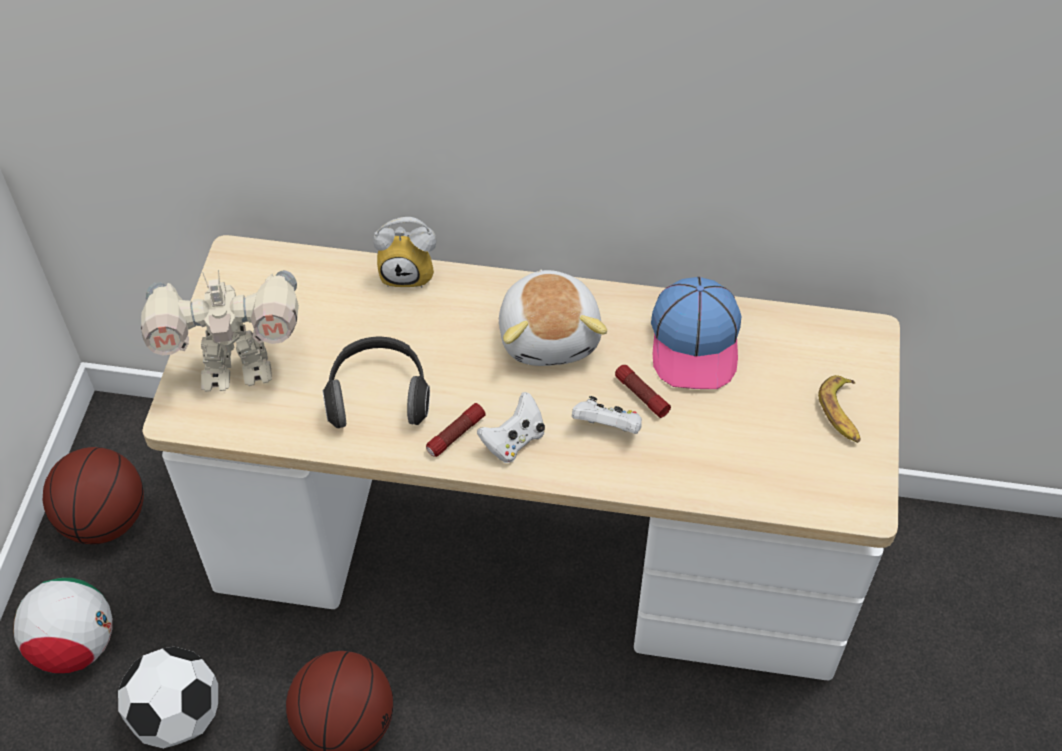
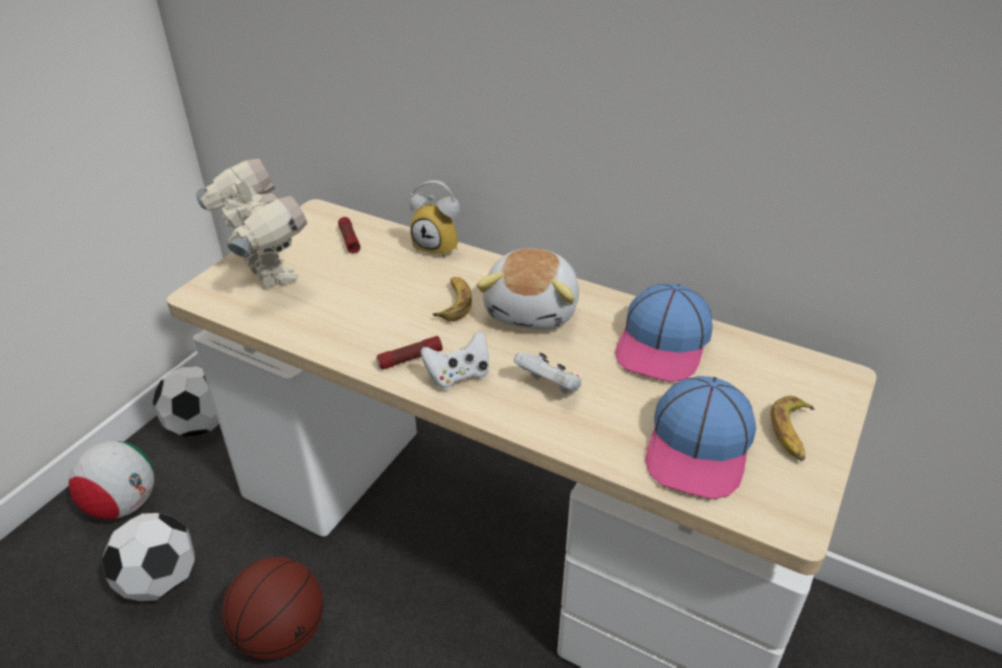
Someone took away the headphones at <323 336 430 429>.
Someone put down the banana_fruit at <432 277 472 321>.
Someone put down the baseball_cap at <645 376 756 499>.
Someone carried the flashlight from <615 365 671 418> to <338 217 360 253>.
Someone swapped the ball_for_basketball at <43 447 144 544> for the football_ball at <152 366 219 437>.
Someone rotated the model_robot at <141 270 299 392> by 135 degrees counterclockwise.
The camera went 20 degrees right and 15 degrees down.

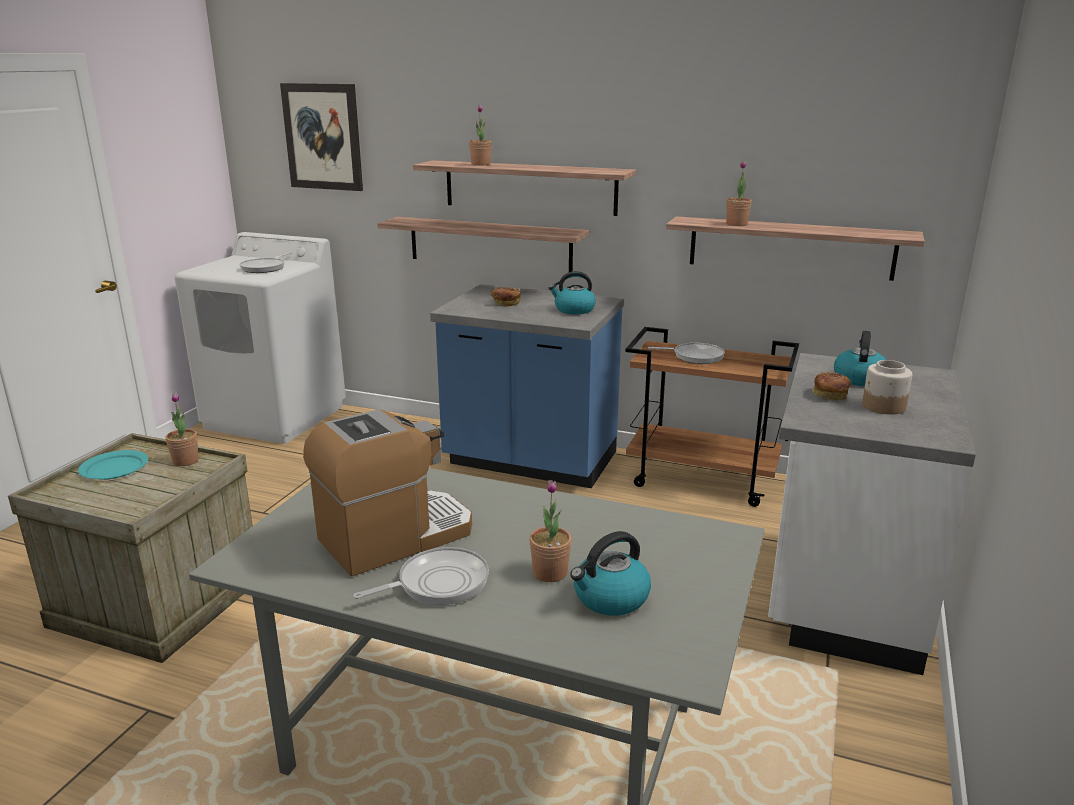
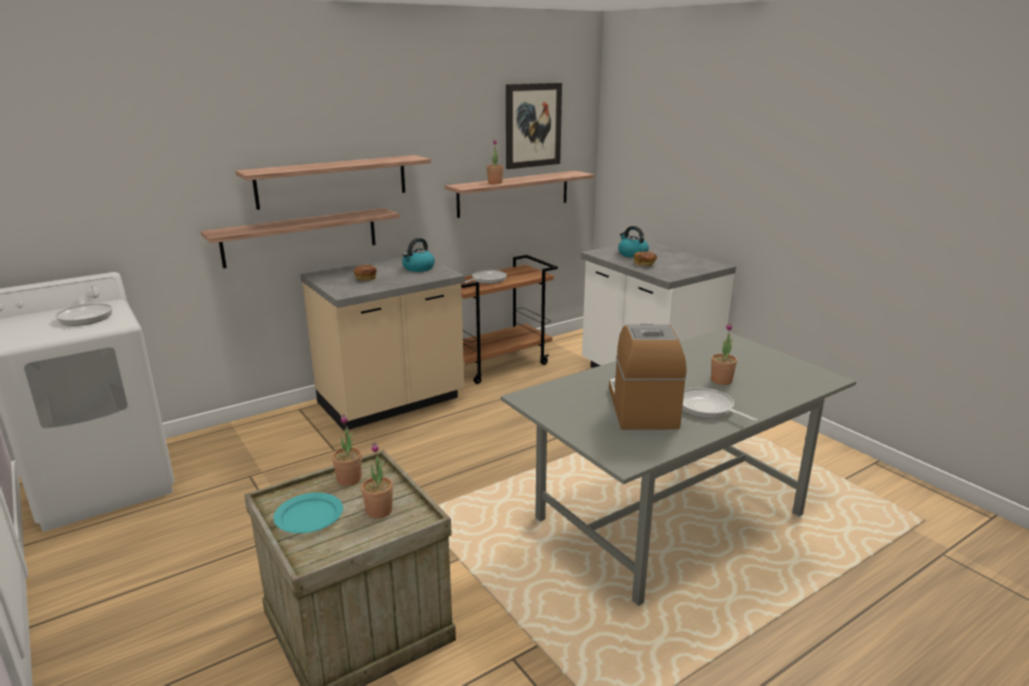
Someone took away the kettle at <570 531 651 616>.
Someone took away the jar at <862 360 912 414>.
Someone carried the wall_picture from <280 83 363 191> to <506 83 562 169>.
Someone carried the plant_in_a_pot from <469 105 491 165> to <361 443 393 519>.
Someone repainted the bluish_kitchen_base_unit at <430 284 624 488>, which became the sand-coloured_kitchen_base_unit at <300 257 465 431>.
Someone rotated the frying_pan at <353 547 489 605> by 45 degrees counterclockwise.
The camera went 55 degrees left and 0 degrees up.

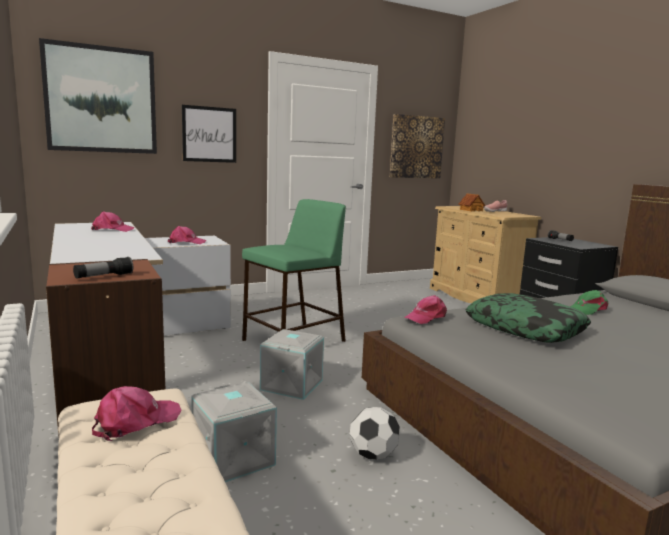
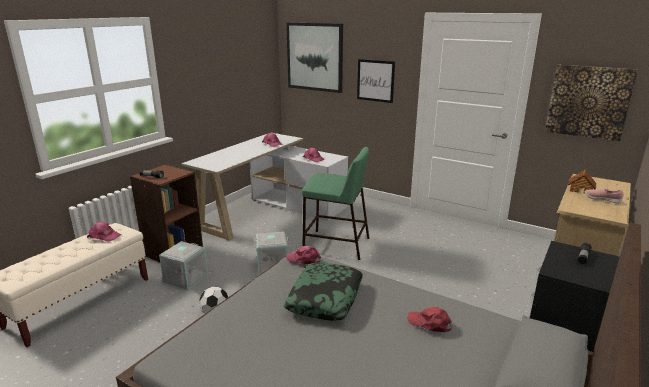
Someone repainted the green-coloured_baseball_cap at <571 290 608 315>, which became the red-coloured_baseball_cap at <407 307 452 332>.
The camera went 60 degrees right and 10 degrees up.

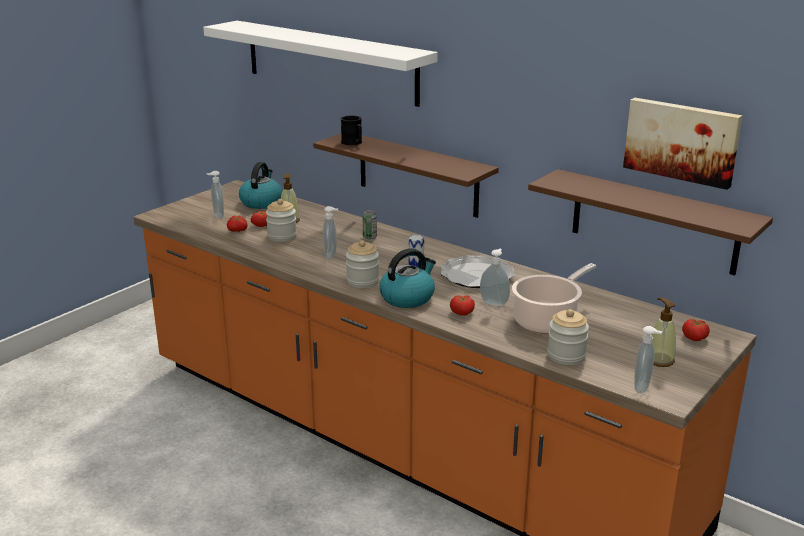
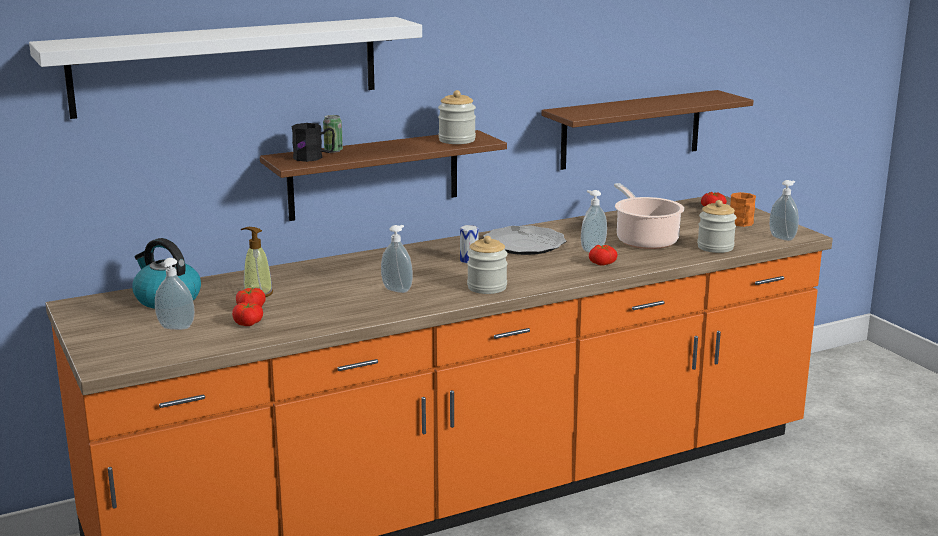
Someone took away the kettle at <379 248 436 308>.
Someone took away the wall_picture at <623 98 742 190>.
Someone carried the jar from <266 199 297 242> to <438 90 476 144>.
Someone carried the sealed_can from <363 210 377 239> to <323 115 343 153>.
Someone swapped the soap_dispenser at <652 298 676 367> for the orange-coloured_tea_mug at <730 192 756 227>.
The camera went 65 degrees left and 5 degrees down.

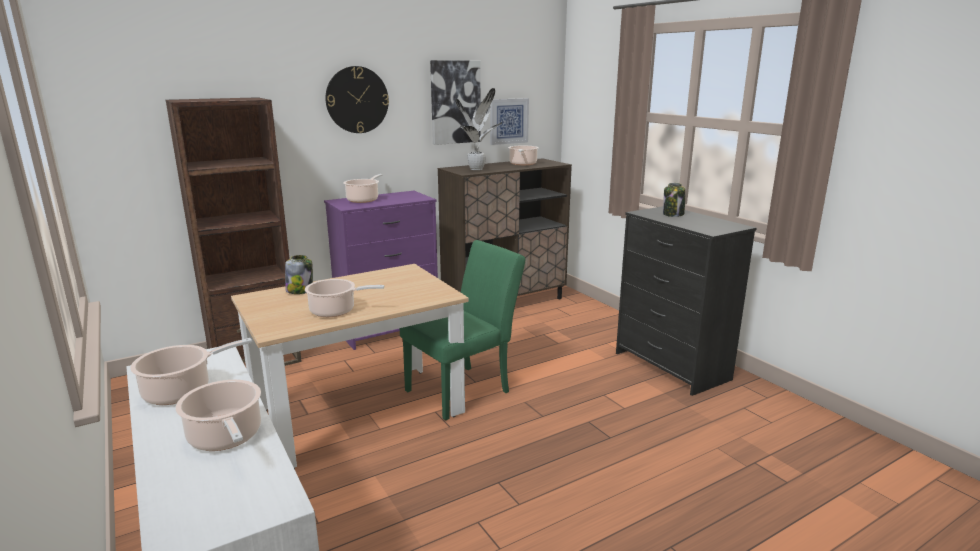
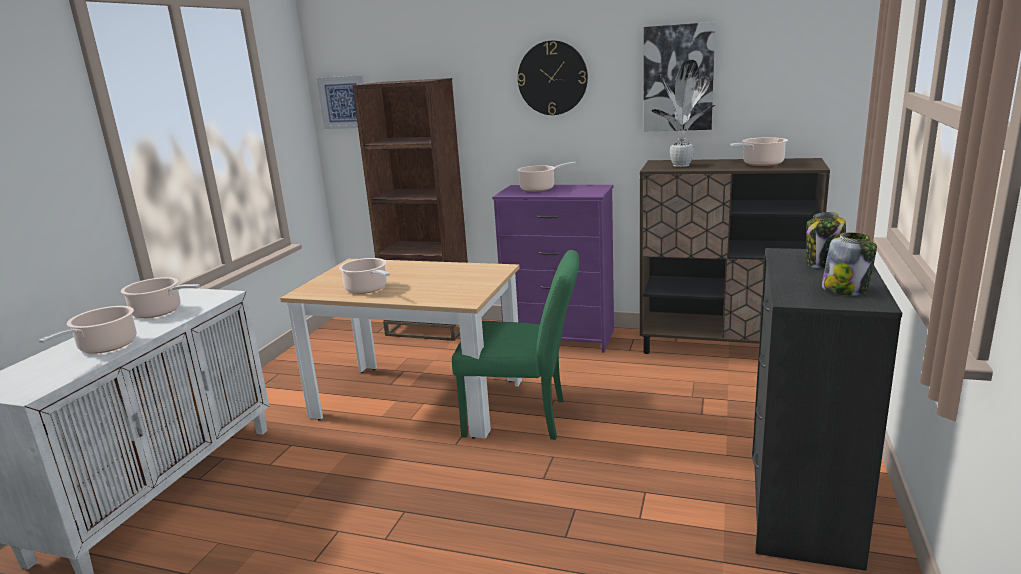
Someone carried the jar from <285 255 313 294> to <822 232 877 296>.
Someone carried the wall_picture from <490 98 529 145> to <317 75 364 129>.
The camera went 50 degrees right and 0 degrees up.

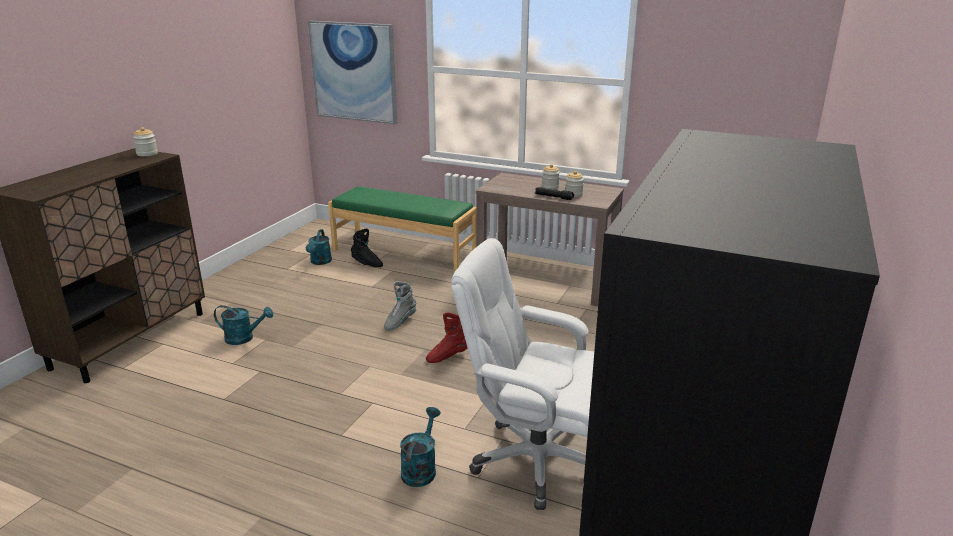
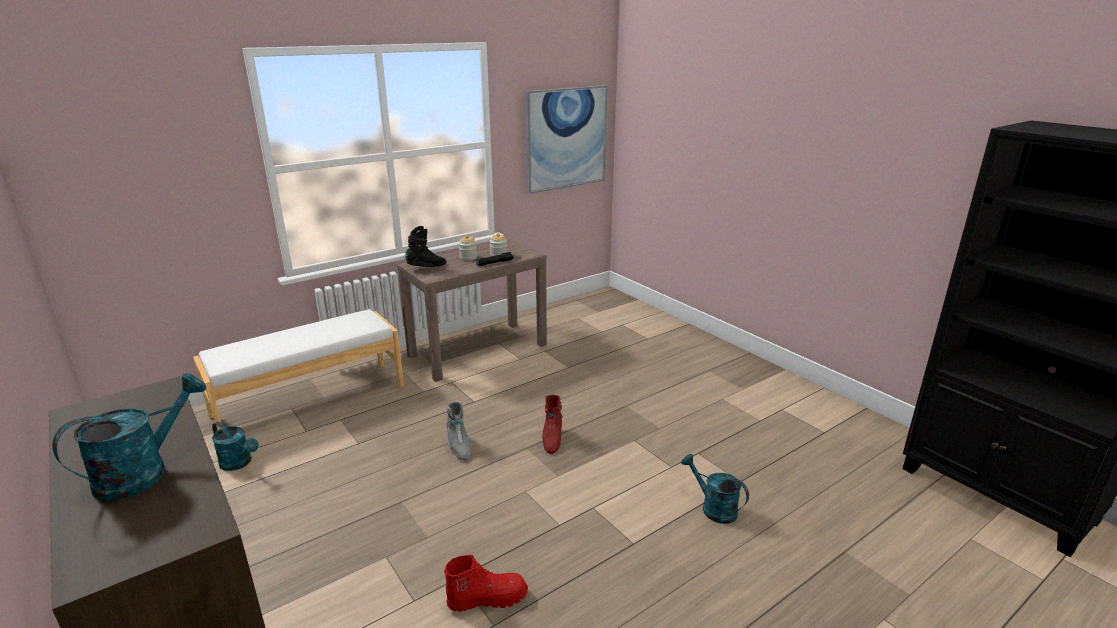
Someone took away the jar at <133 127 158 156>.
Someone took away the whitish_computer_chair at <451 238 594 510>.
Someone put down the red-coloured_boot at <444 555 528 612>.
Someone carried the turquoise-coloured_watering_can from <214 305 273 345> to <52 373 206 501>.
Someone carried the wall_picture from <308 21 397 124> to <525 85 607 194>.
Someone carried the black_boot from <351 229 383 267> to <405 226 446 267>.
Someone repainted the green-coloured_long_seat at <328 186 477 272>, which became the whitish_long_seat at <193 309 404 431>.
The camera went 60 degrees left and 0 degrees up.

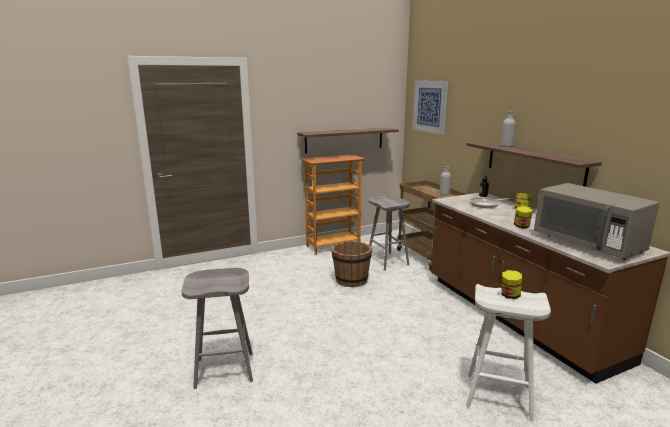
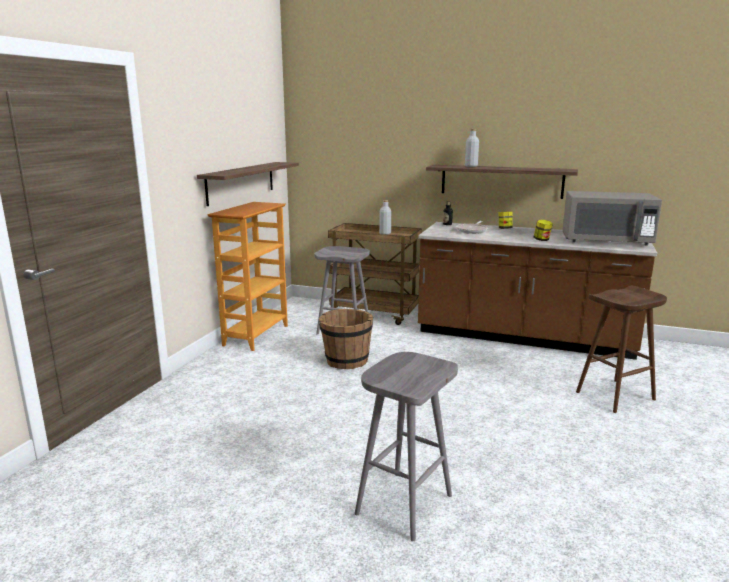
Someone took away the wall_picture at <413 81 448 135>.
Someone took away the jar at <501 270 522 299>.
Someone repainted the whitish_stool at <466 284 551 422>, which became the brownish_stool at <576 286 667 413>.
The camera went 45 degrees left and 0 degrees up.

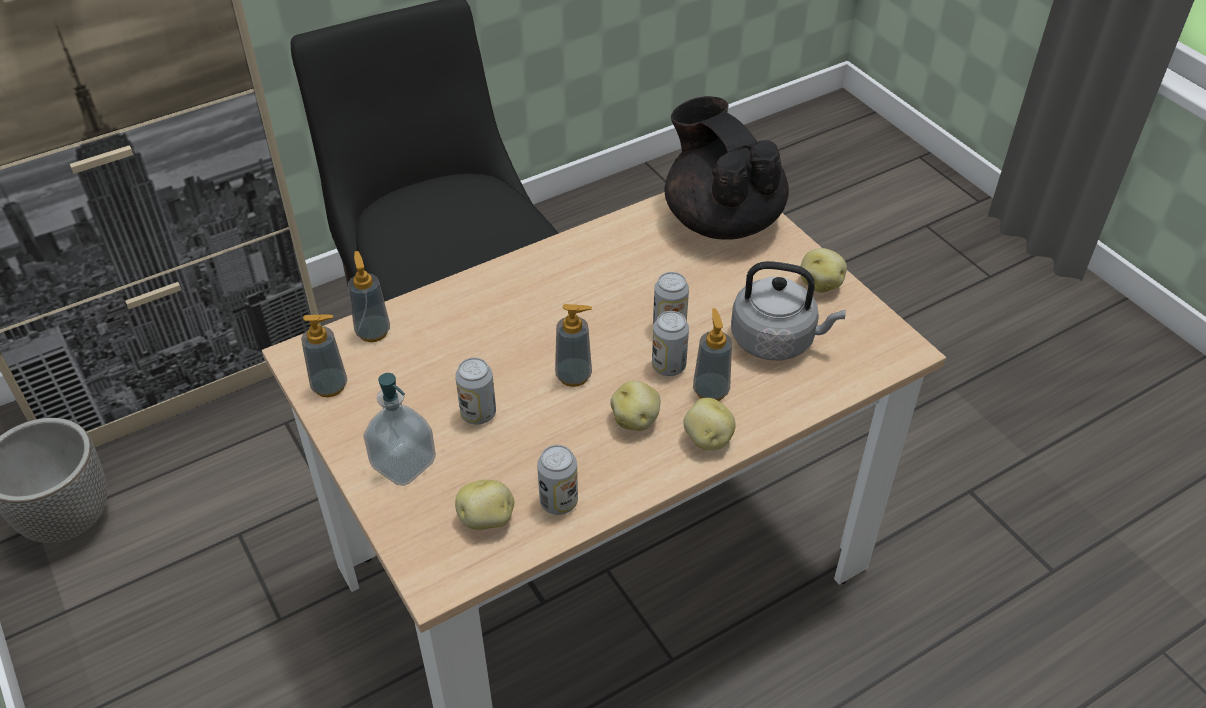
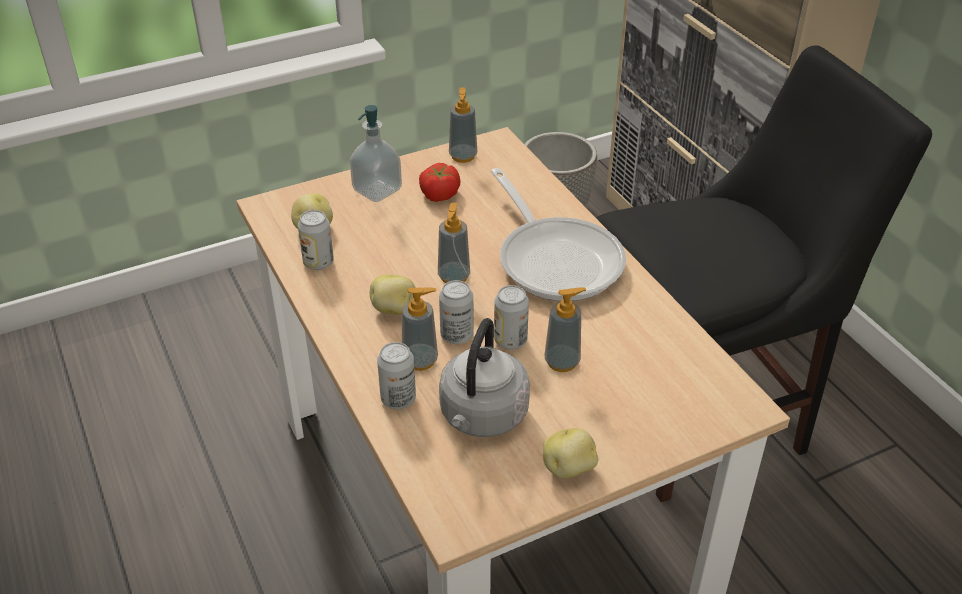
Someone took away the black_teapot at <665 96 789 240>.
Someone took away the potato at <683 398 736 450>.
Someone put down the fresh_tomato at <419 163 461 202>.
Someone put down the frying_pan at <491 168 626 301>.
Someone carried the soap_dispenser from <348 251 390 342> to <545 287 586 372>.
Someone carried the sealed_can from <455 358 496 425> to <377 342 416 409>.
The camera went 95 degrees right and 5 degrees down.

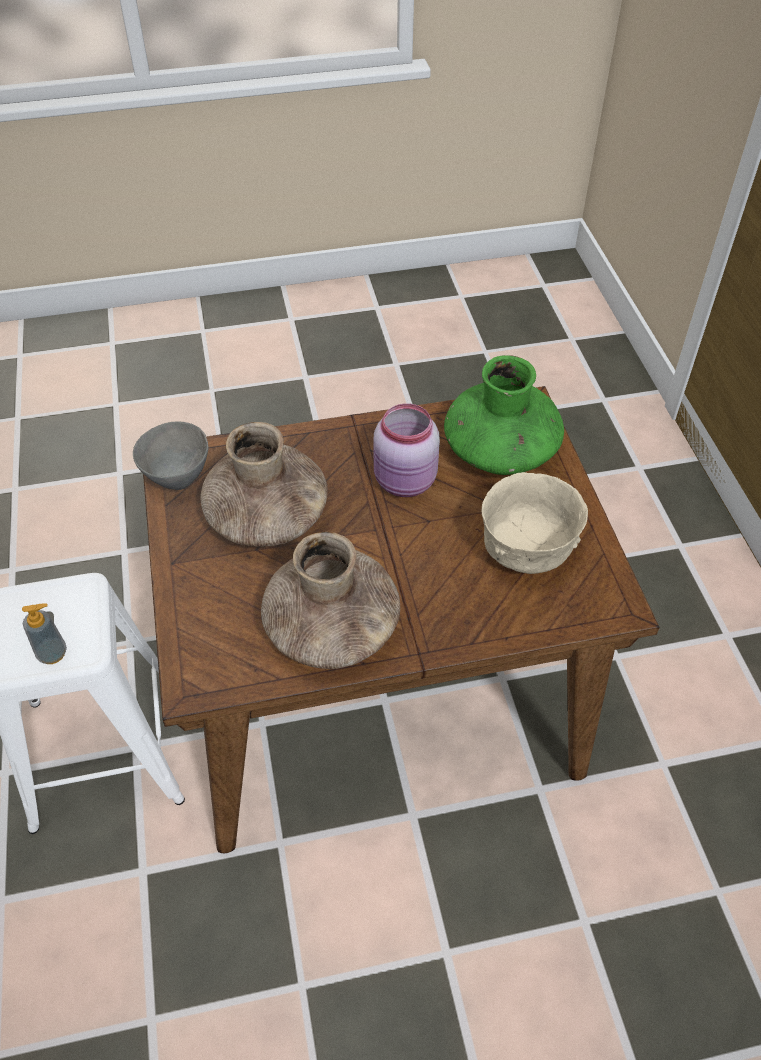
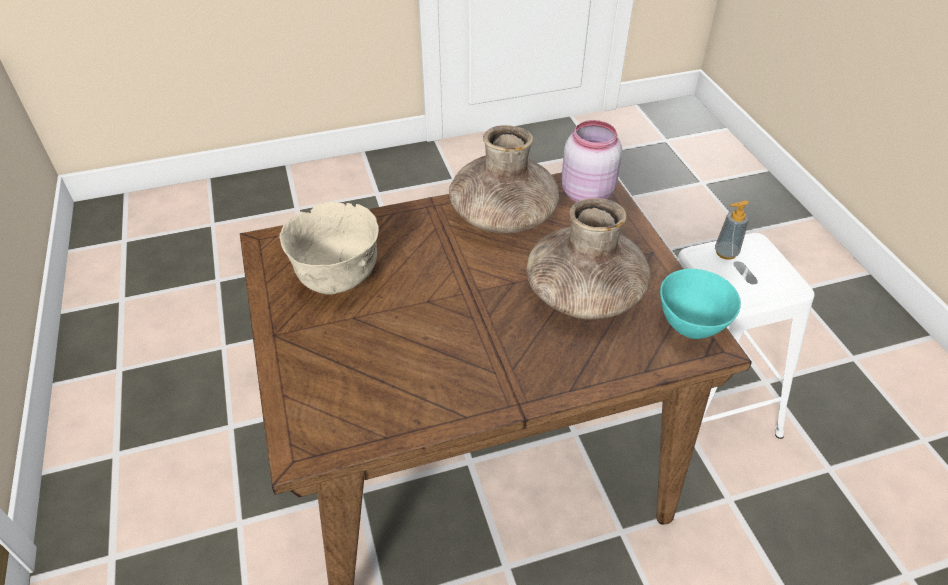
Someone took away the green-coloured_decorative_vase at <444 355 564 475>.
Someone carried the pink-coloured_jar from <373 403 440 497> to <561 120 622 202>.
Someone repainted the gray_serving_bowl at <133 422 209 490>, which became the turquoise-coloured_serving_bowl at <660 269 741 339>.
The camera went 175 degrees right and 5 degrees down.

